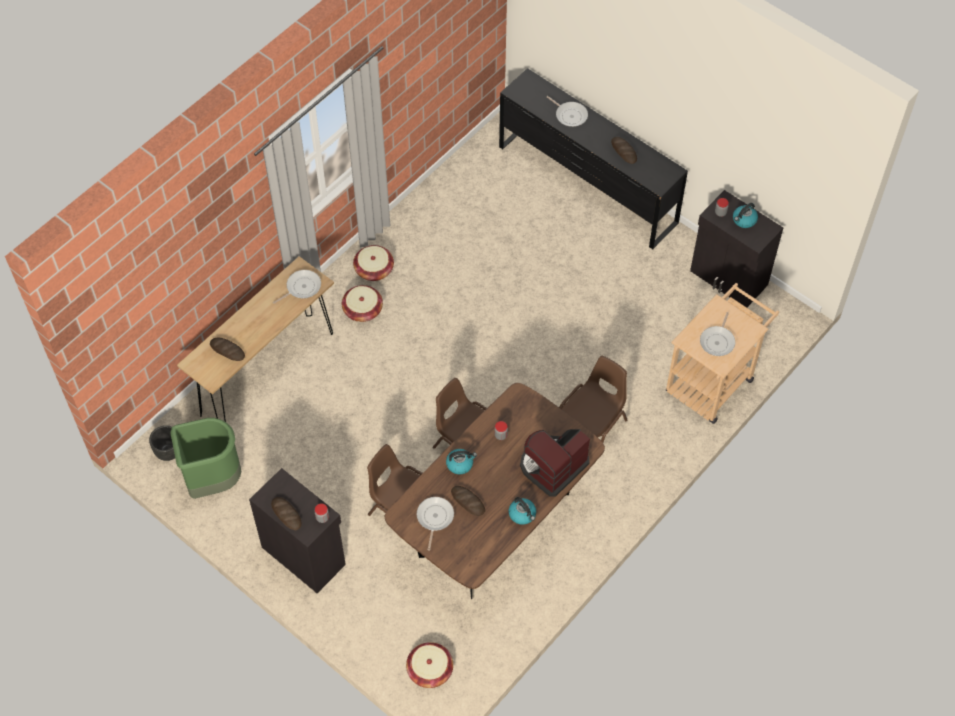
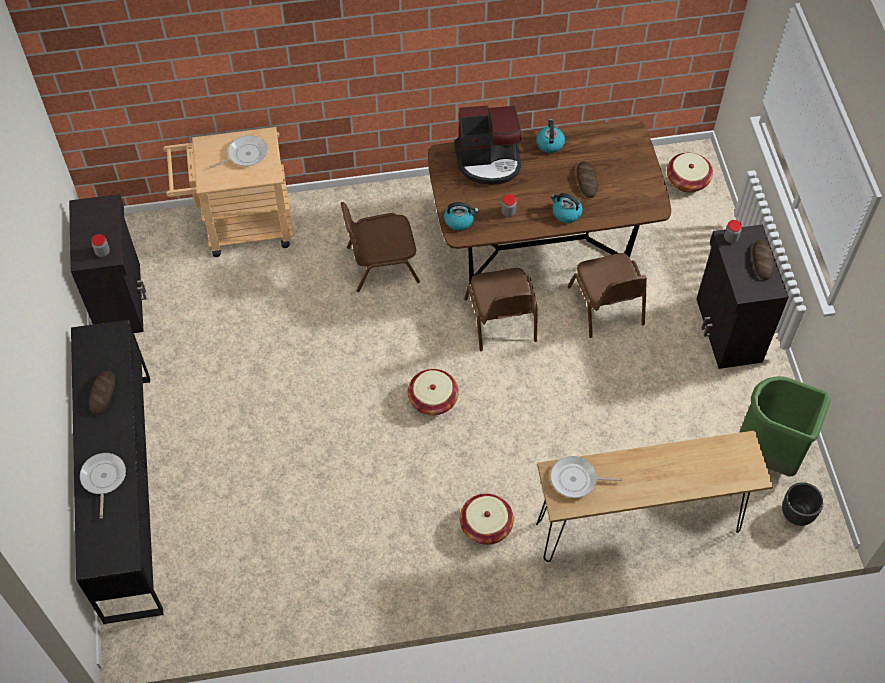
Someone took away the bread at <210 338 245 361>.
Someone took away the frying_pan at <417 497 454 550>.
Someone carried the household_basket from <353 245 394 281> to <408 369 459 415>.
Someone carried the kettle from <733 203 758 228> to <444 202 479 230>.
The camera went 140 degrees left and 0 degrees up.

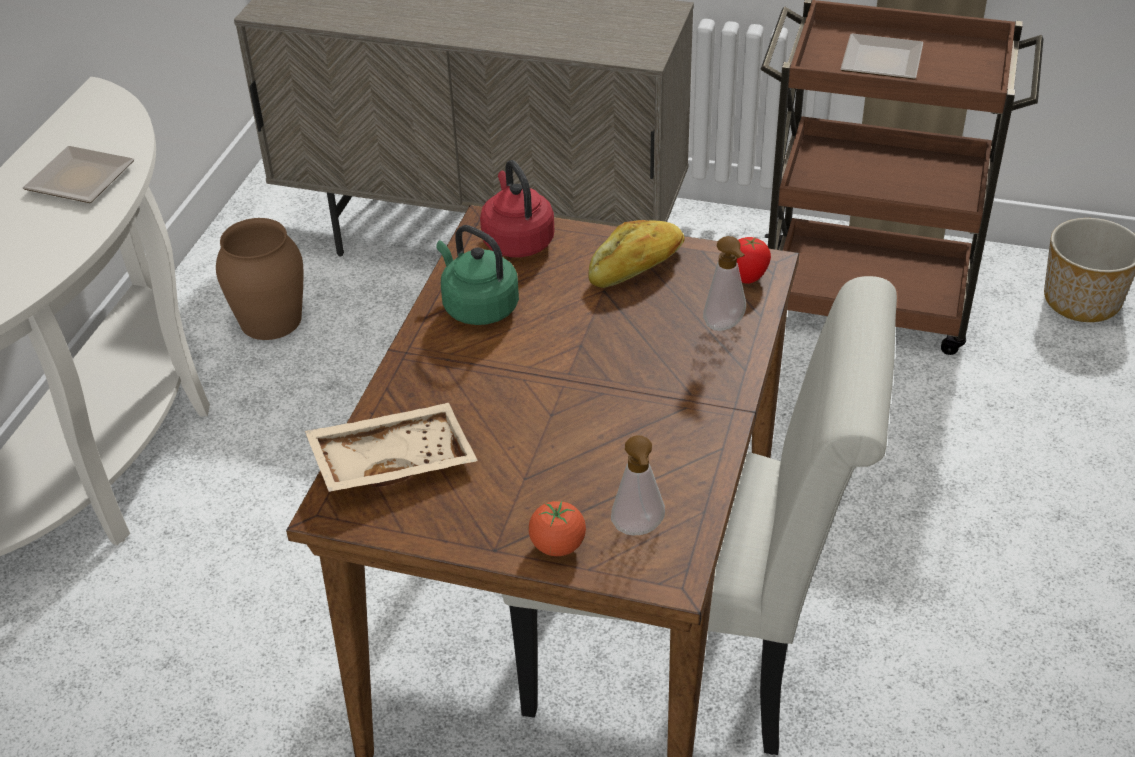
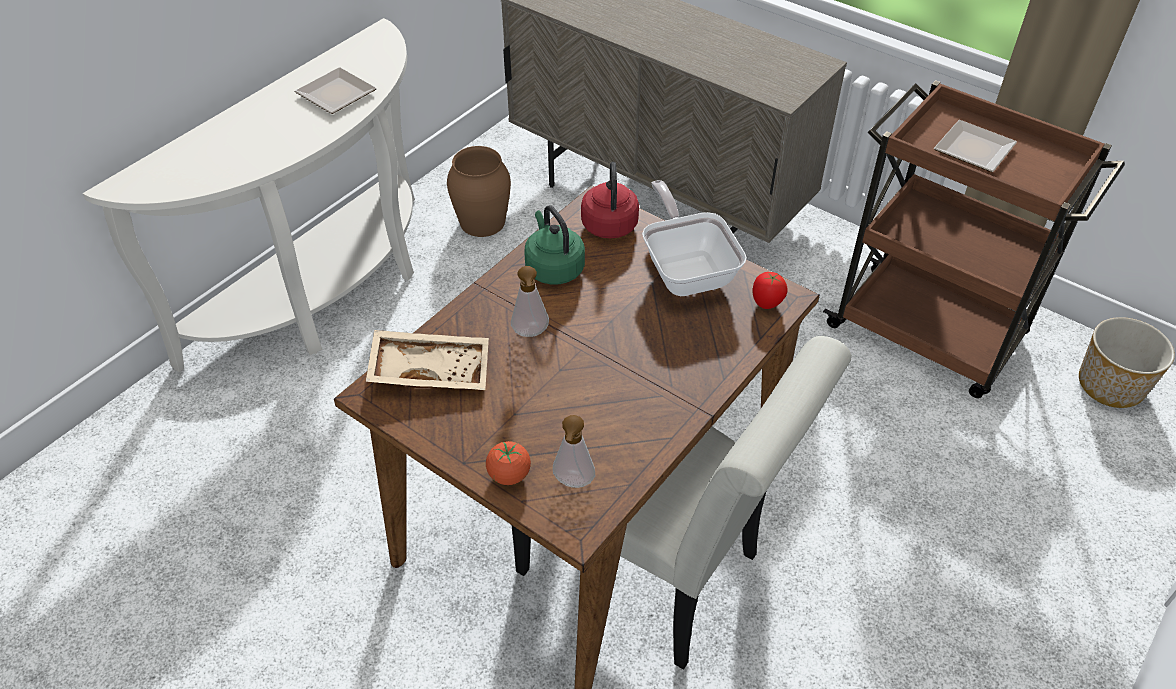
Someone carried the soap_dispenser from <703 236 746 331> to <511 266 549 337>.
Someone swapped the bread at <589 220 685 288> for the frying_pan at <642 180 747 296>.
The camera went 20 degrees right and 5 degrees up.

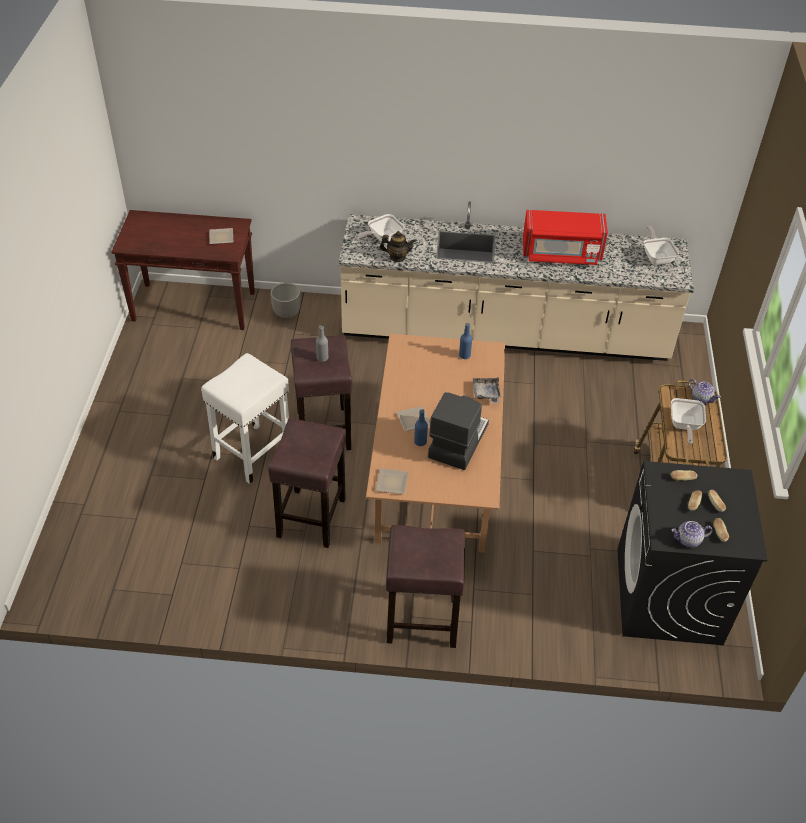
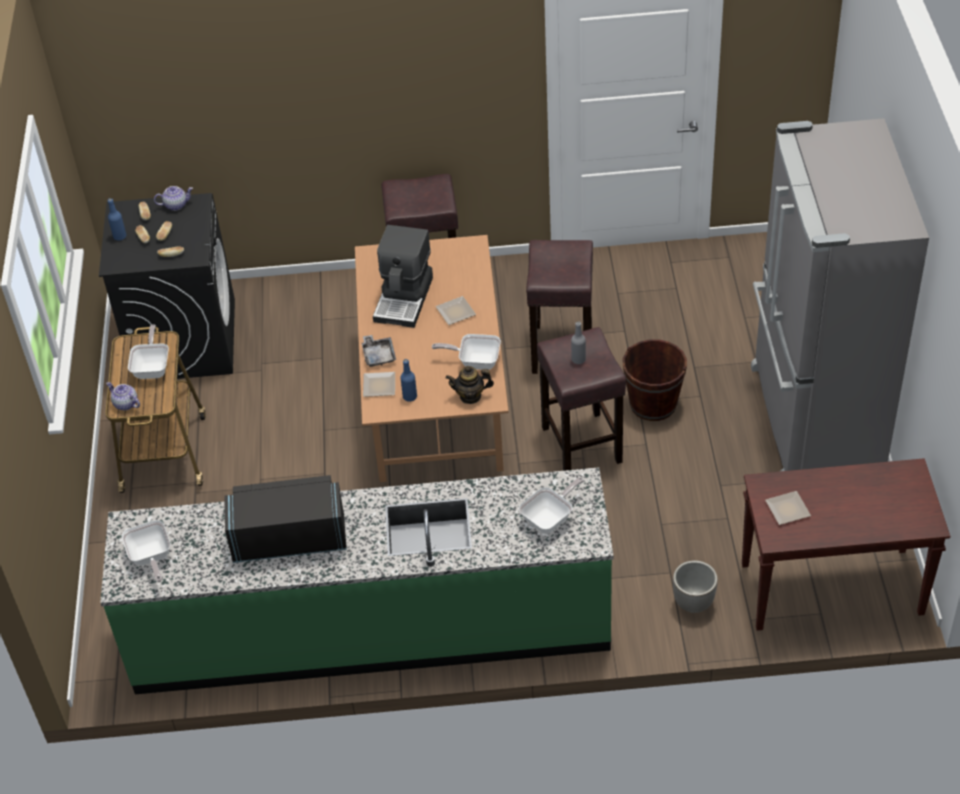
Someone put down the frying_pan at <432 334 501 370>.
Someone put down the gray_refrigerator at <751 118 929 471>.
Someone carried the plate from <376 468 408 494> to <363 372 395 397>.
Someone carried the teapot from <380 231 416 262> to <446 366 494 404>.
Someone carried the bluish_beverage_bottle from <414 409 428 446> to <108 198 126 241>.
Someone swapped the whitish_stool at <201 353 289 484> for the brownish_water_bucket at <623 340 687 421>.
Someone repainted the sand-coloured_kitchen_base_unit at <339 201 694 361>, which became the green-coloured_kitchen_base_unit at <100 467 614 694>.
Someone repainted the red-coloured_microwave at <523 210 608 265>, which became the black_microwave at <224 475 347 563>.
The camera went 175 degrees right and 0 degrees up.

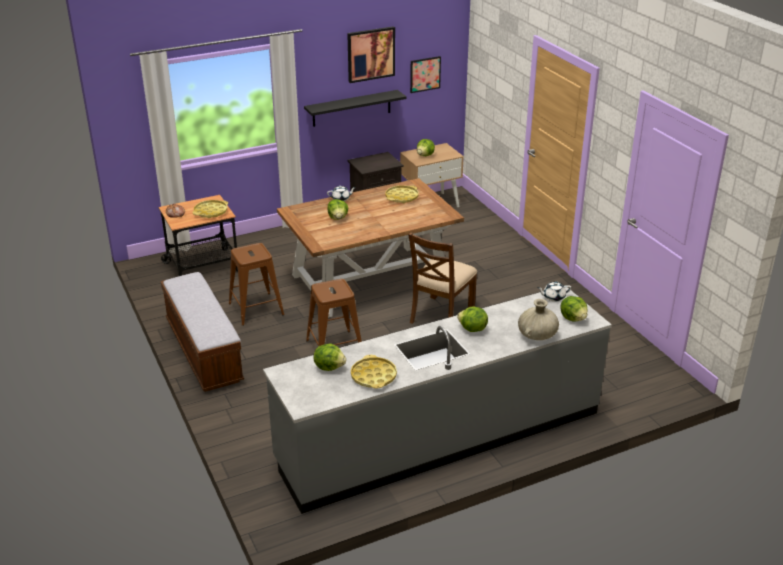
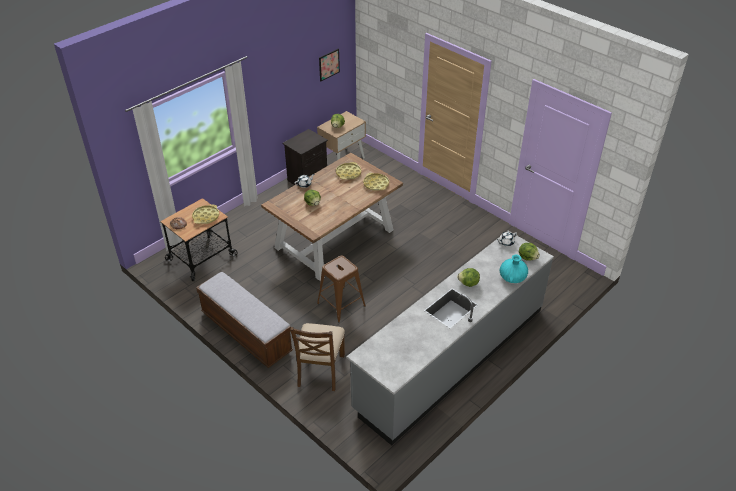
Someone took away the brownish_stool at <229 243 284 326>.
Someone took away the black_wall_shelf at <304 90 407 127>.
Someone took away the head_of_lettuce at <313 343 346 371>.
Someone took away the wall_picture at <347 26 395 83>.
Someone carried the yellowish_serving_tray from <351 355 397 389> to <363 173 389 191>.
Someone carried the brownish_upright_chair from <408 232 477 324> to <290 323 345 391>.
Someone repainted the sand-coloured_decorative_vase at <518 299 559 340>, which became the turquoise-coloured_decorative_vase at <500 254 528 283>.
The camera went 20 degrees left and 10 degrees up.

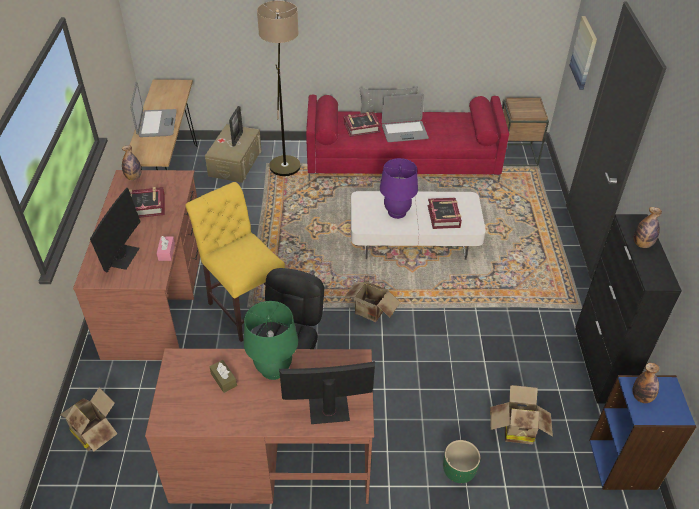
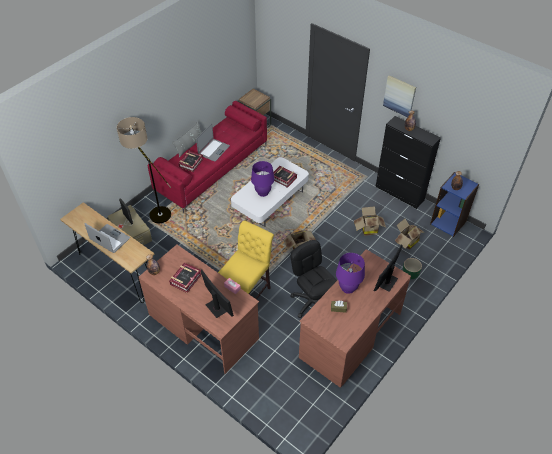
Someone carried the packing_box from <60 387 117 451> to <354 206 386 236>.
Someone carried the wall_picture from <569 16 597 90> to <383 75 416 117>.
Someone repainted the green-coloured_table_lamp at <244 301 298 380>, which became the purple_table_lamp at <336 253 365 294>.
Someone rotated the yellowish_upright_chair at <185 182 285 342> by 120 degrees clockwise.
The camera went 50 degrees left and 5 degrees up.

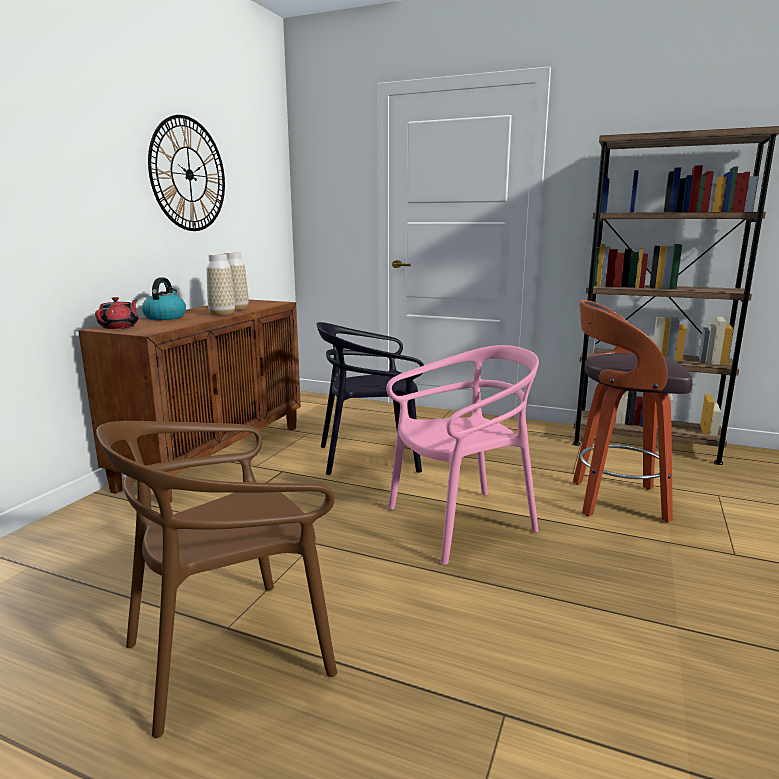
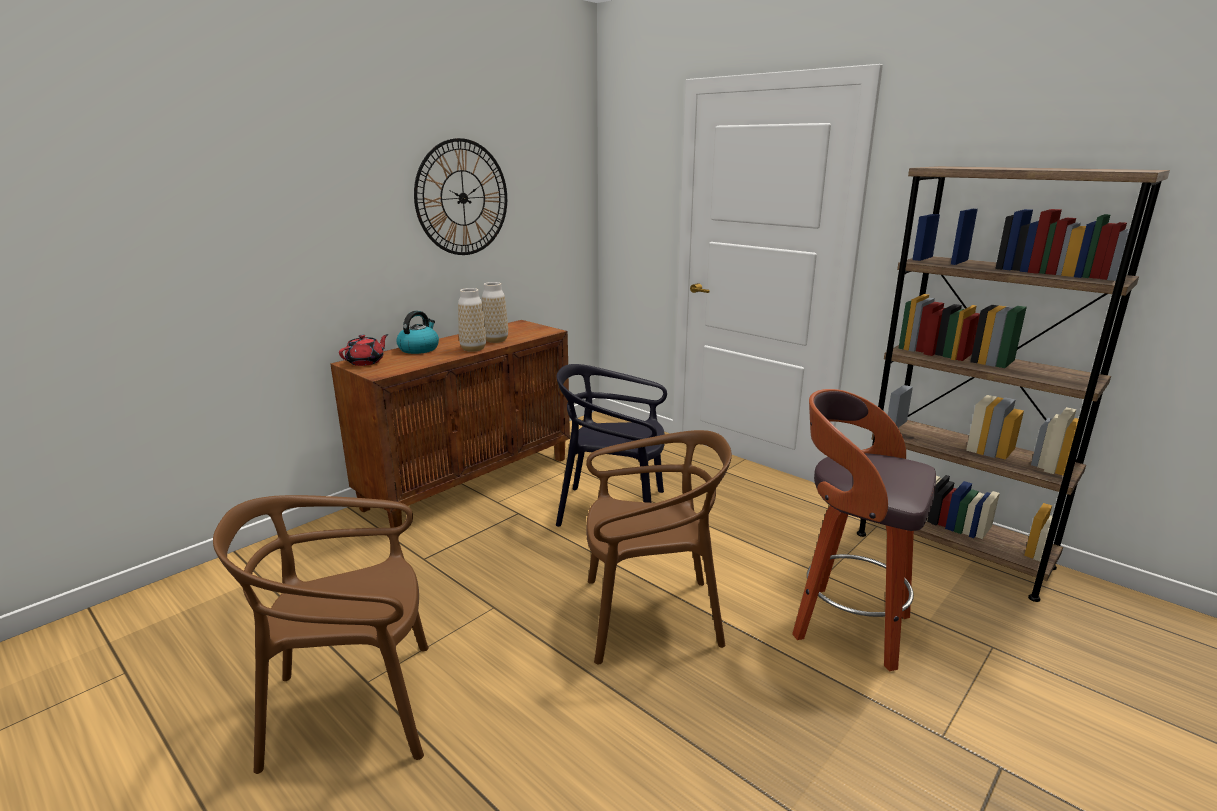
Someone repainted the pink-coloured_upright_chair at <386 345 539 565>, which became the brownish_upright_chair at <586 430 732 664>.
The camera went 20 degrees right and 5 degrees up.

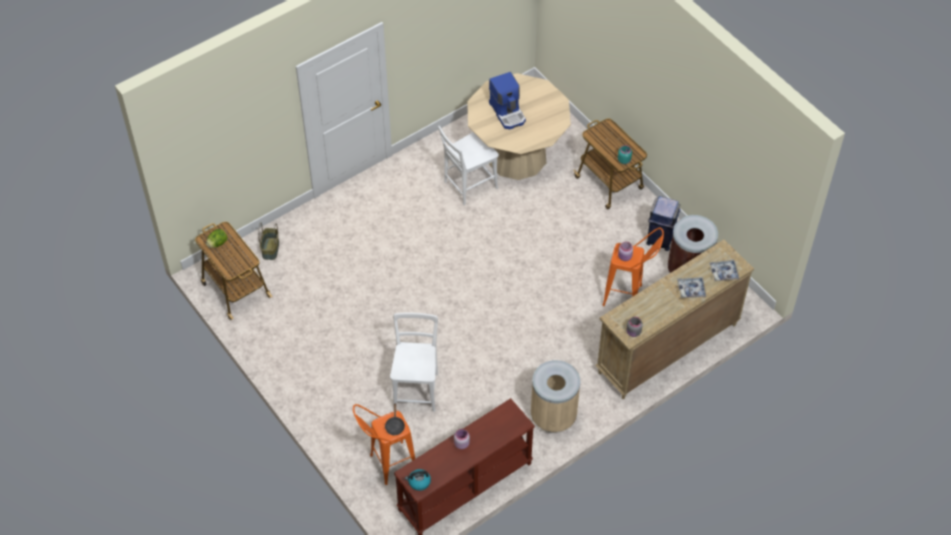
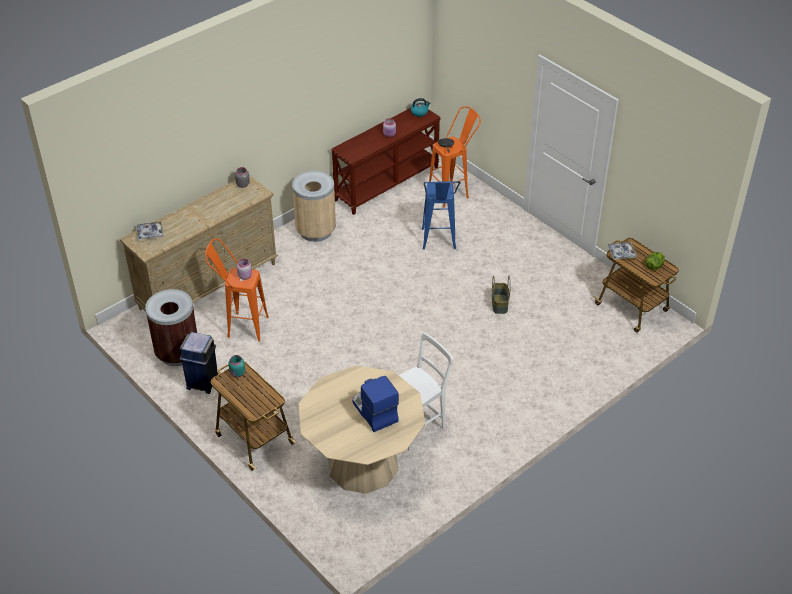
Someone carried the household_basket from <258 222 279 260> to <492 276 511 314>.
Someone carried the serving_tray from <677 277 706 298> to <607 242 637 260>.
Someone swapped the whitish_upright_chair at <390 313 438 412> for the bluish_stool at <422 181 461 249>.
The camera went 175 degrees right and 10 degrees down.

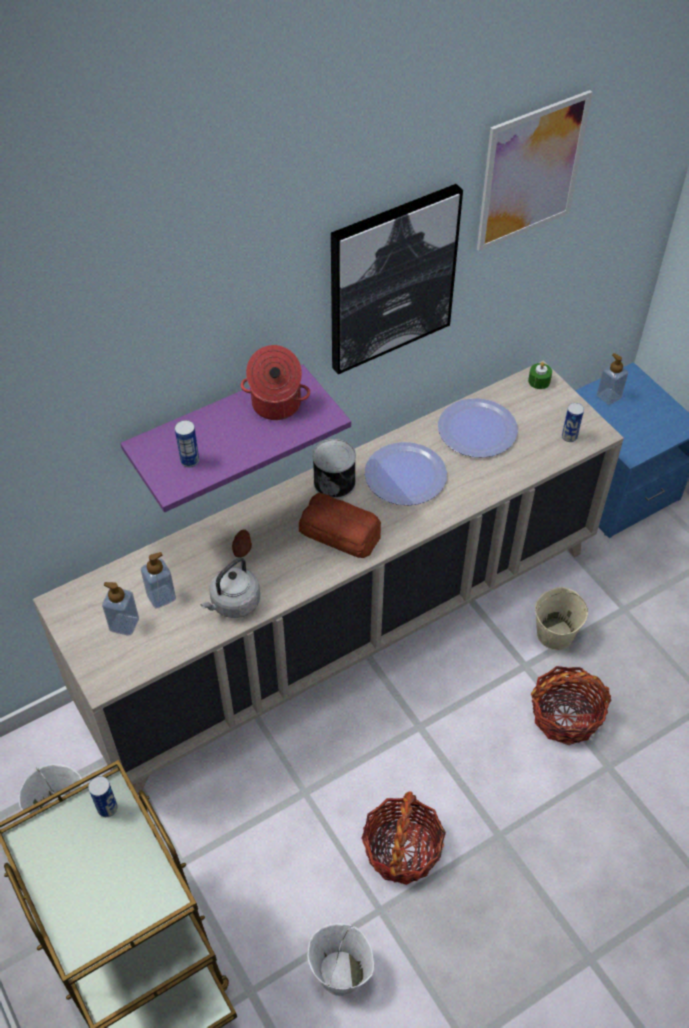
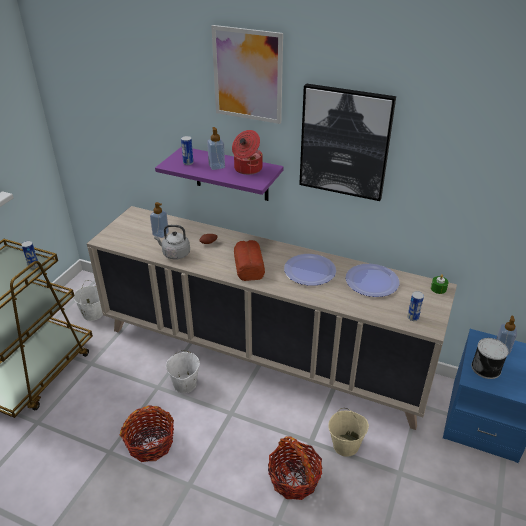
Someone carried the soap_dispenser from <102 582 139 636> to <207 127 225 170>.
Someone carried the whitish_water_bucket from <307 923 374 996> to <166 350 200 393>.
Someone carried the sealed_can from <313 439 356 499> to <471 338 509 379>.
Someone carried the wall_picture from <477 90 592 251> to <211 25 283 124>.
The camera went 55 degrees right and 15 degrees down.

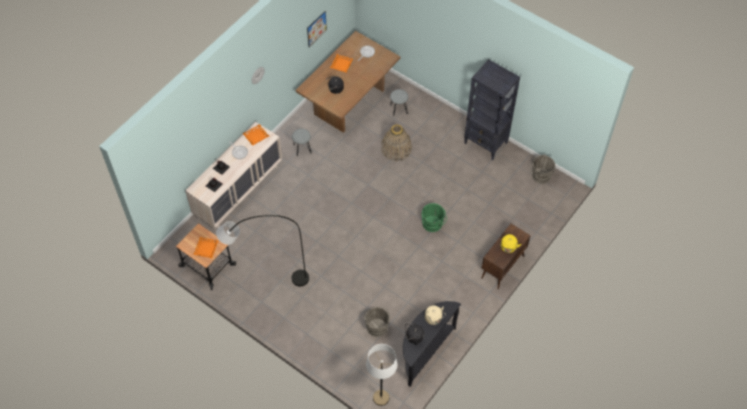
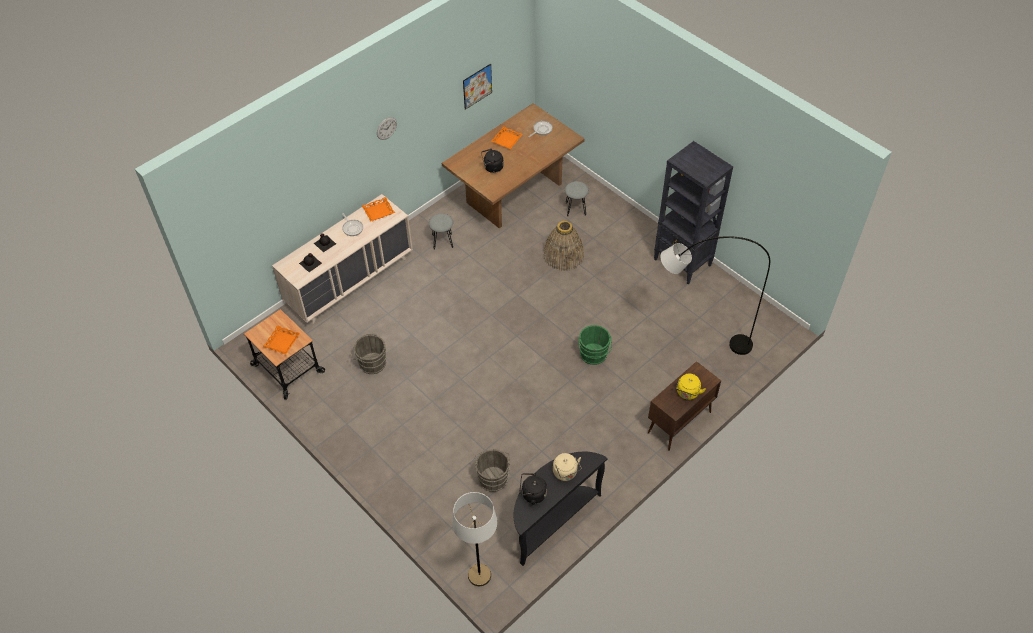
Someone carried the gray_floor_lamp from <216 215 309 286> to <660 236 770 355>.
Someone carried the gray_water_bucket from <530 155 555 184> to <351 334 386 374>.
The camera went 10 degrees right and 5 degrees down.

